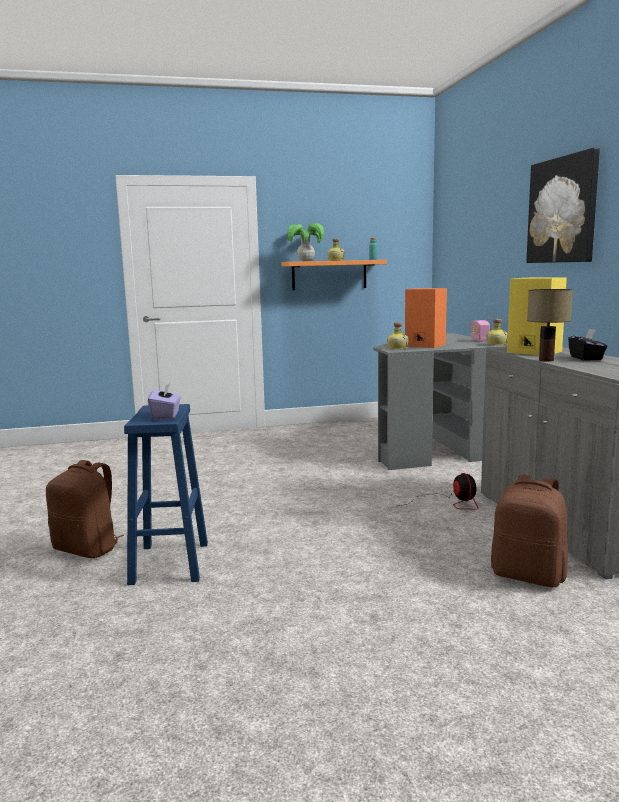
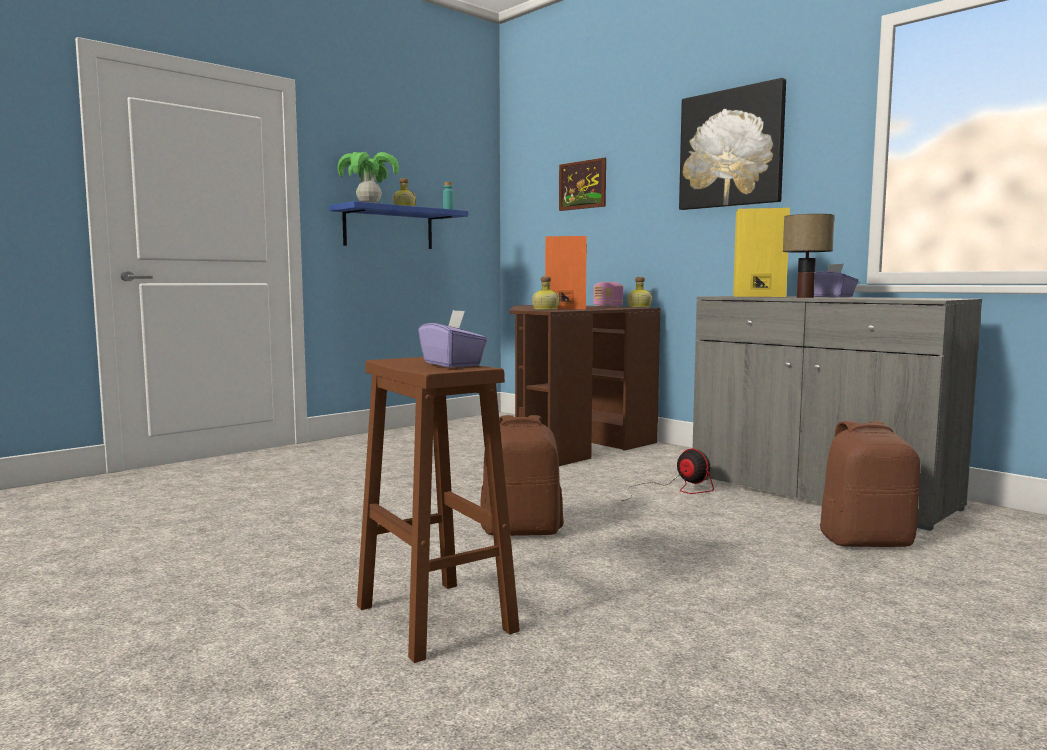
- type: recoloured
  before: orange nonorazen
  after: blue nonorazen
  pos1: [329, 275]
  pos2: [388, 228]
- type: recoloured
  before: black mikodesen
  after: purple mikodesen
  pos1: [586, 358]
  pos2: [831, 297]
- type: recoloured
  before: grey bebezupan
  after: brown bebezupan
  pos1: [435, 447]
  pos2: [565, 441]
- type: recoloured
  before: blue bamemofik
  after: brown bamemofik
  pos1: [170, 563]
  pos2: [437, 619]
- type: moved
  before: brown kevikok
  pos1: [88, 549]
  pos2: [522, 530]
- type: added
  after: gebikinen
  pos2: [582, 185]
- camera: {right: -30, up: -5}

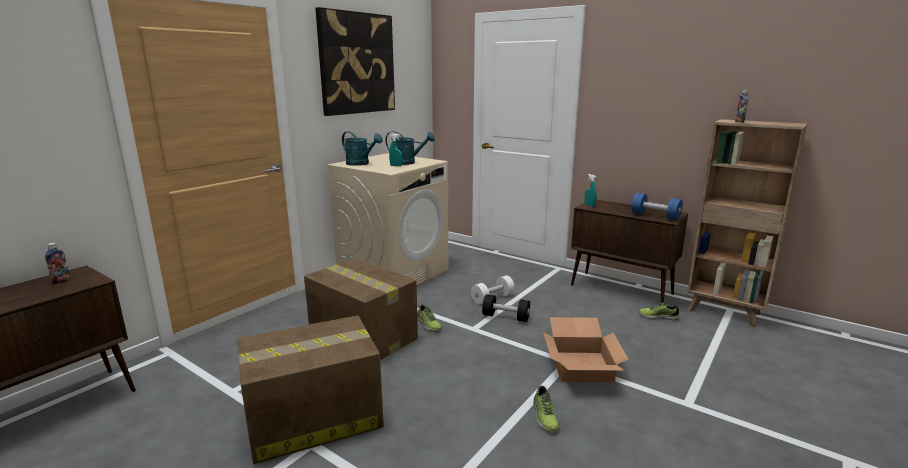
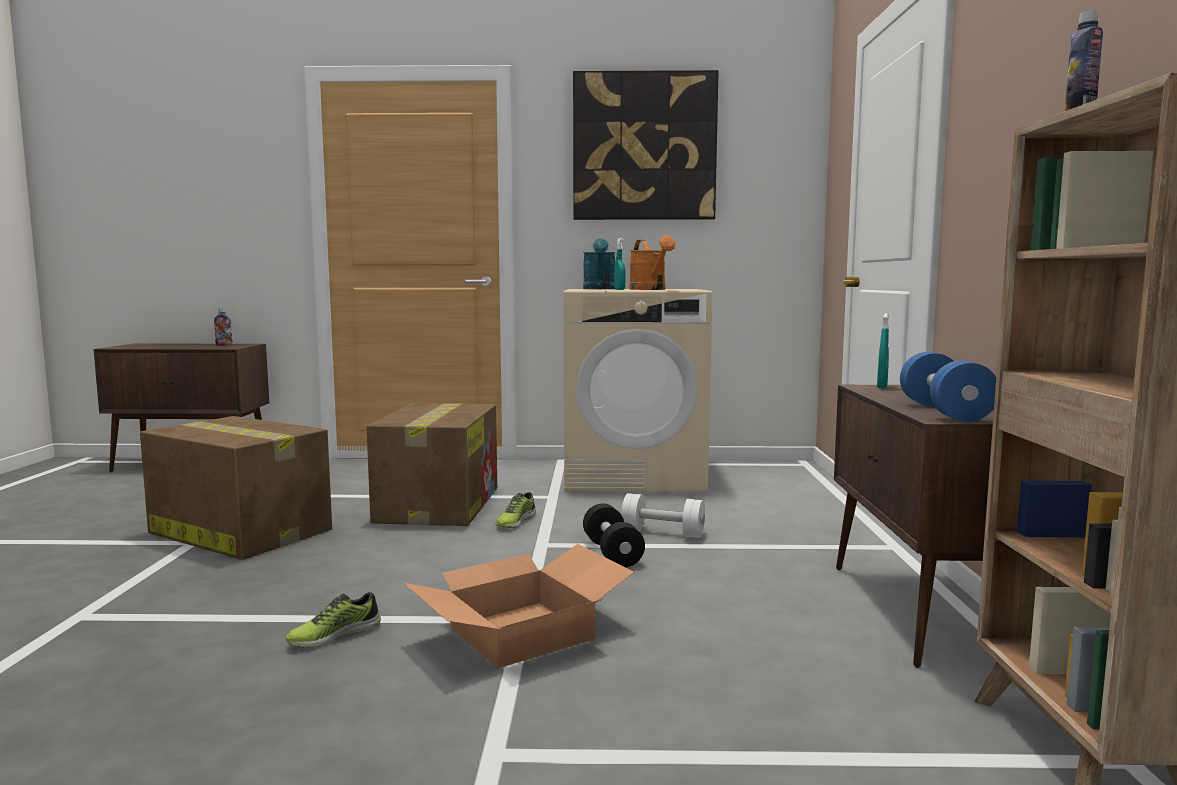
- type: recoloured
  before: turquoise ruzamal
  after: orange ruzamal
  pos1: [408, 163]
  pos2: [650, 289]
- type: removed
  before: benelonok
  pos1: [658, 316]
- camera: {right: 55, up: -10}

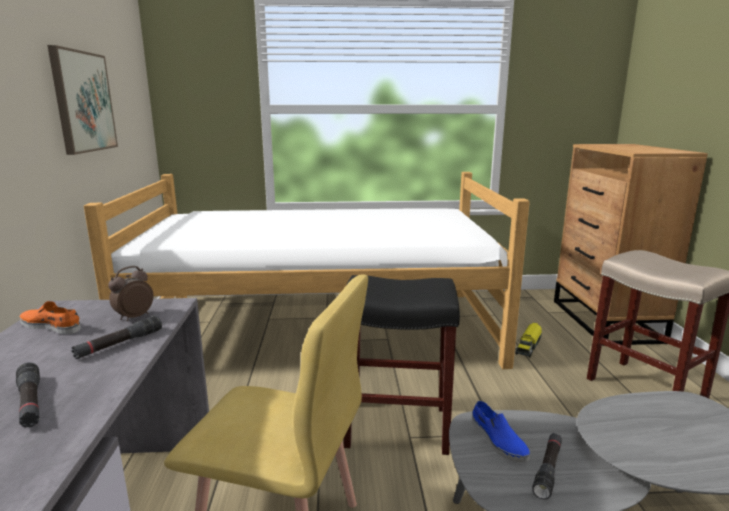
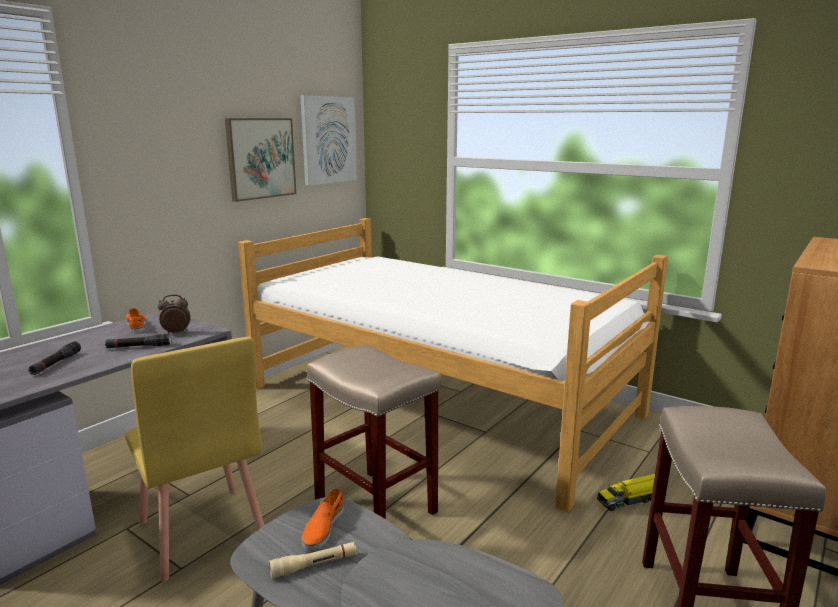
- type: recoloured
  before: black bamemofik
  after: beige bamemofik
  pos1: [398, 426]
  pos2: [377, 507]
- type: recoloured
  before: blue benelonok
  after: orange benelonok
  pos1: [498, 440]
  pos2: [323, 527]
- type: recoloured
  before: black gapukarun
  after: beige gapukarun
  pos1: [548, 469]
  pos2: [314, 565]
- type: added
  after: gebikinen
  pos2: [328, 140]
- camera: {right: 40, up: 0}

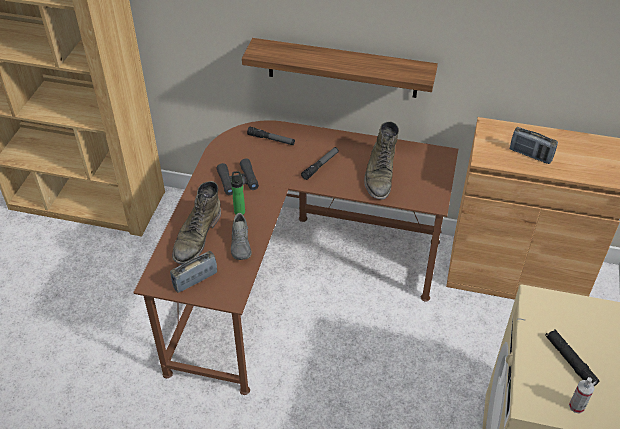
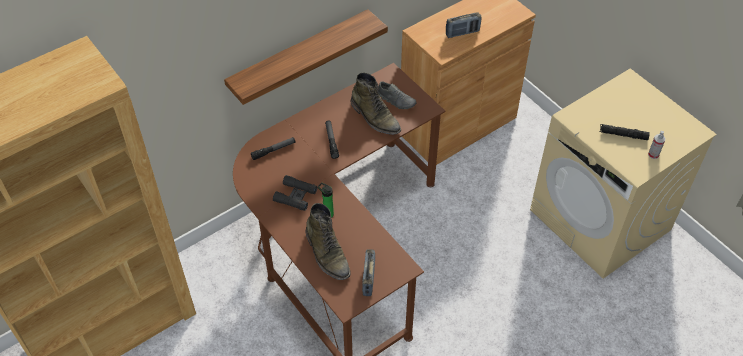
- type: moved
  before: grey benelonok
  pos1: [241, 244]
  pos2: [396, 100]
- camera: {right: -50, up: 5}

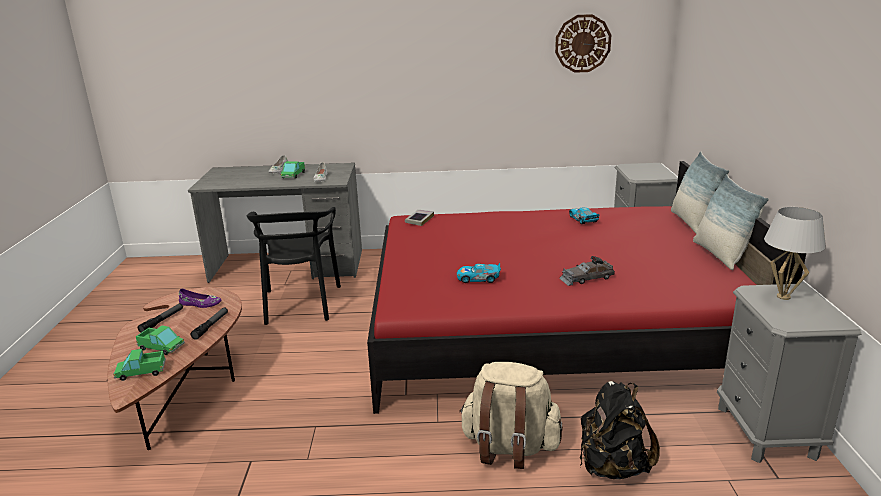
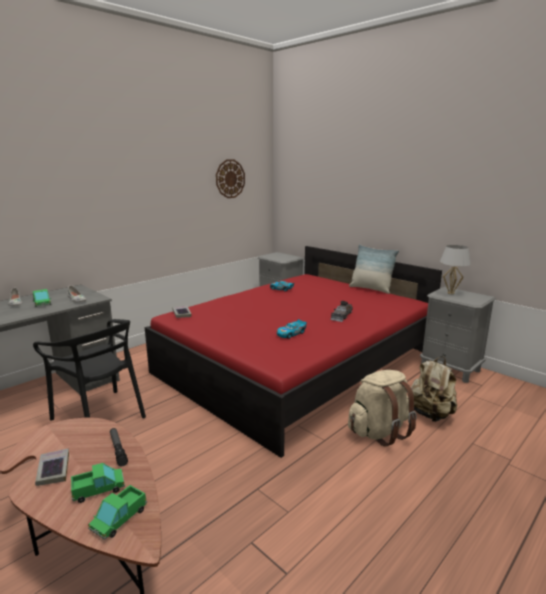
- type: removed
  before: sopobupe
  pos1: [692, 222]
- type: removed
  before: purple benelonok
  pos1: [200, 304]
- type: replaced
  before: gapukarun
  after: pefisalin
  pos1: [162, 321]
  pos2: [53, 470]
- type: recoloured
  before: black kevikok
  after: beige kevikok
  pos1: [612, 467]
  pos2: [431, 414]
- camera: {right: -45, up: -5}

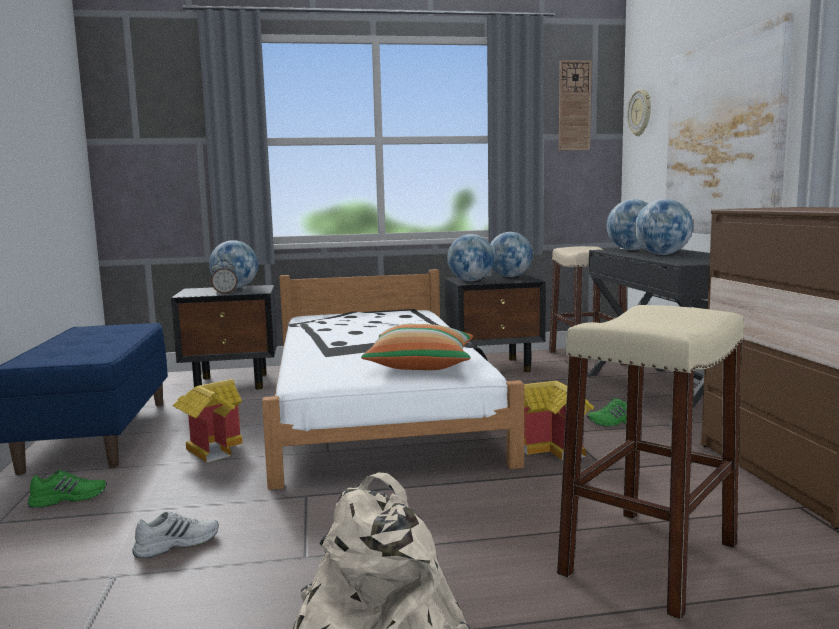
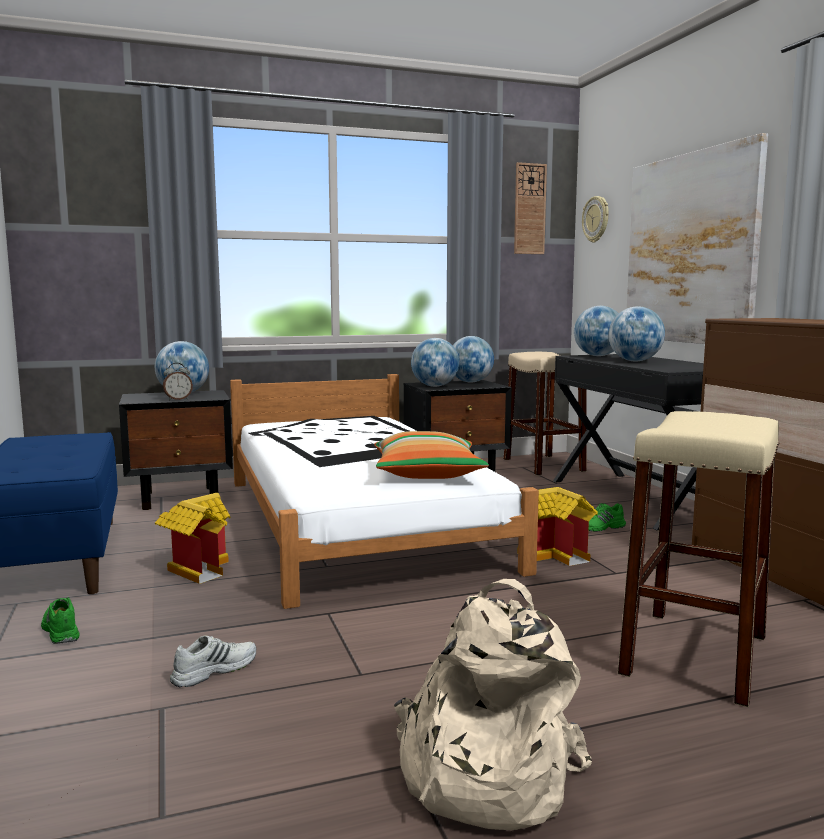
- type: turned
  before: green benelonok
  pos1: [68, 498]
  pos2: [60, 629]
  turn: -90
- camera: {right: -10, up: 0}

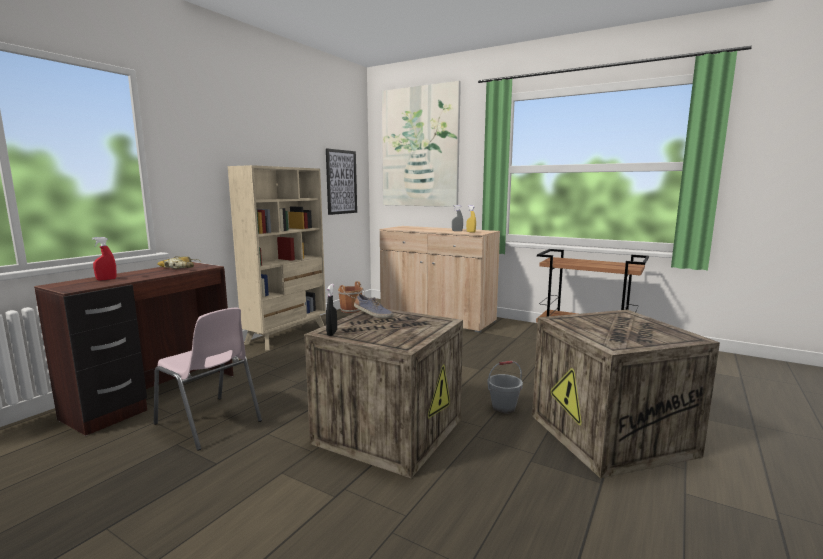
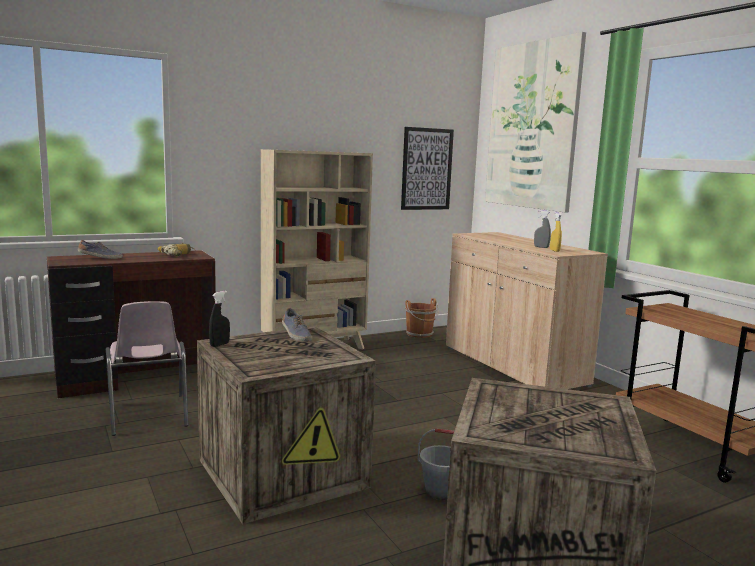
- type: replaced
  before: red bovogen
  after: benelonok
  pos1: [106, 279]
  pos2: [100, 258]
- camera: {right: 30, up: 0}

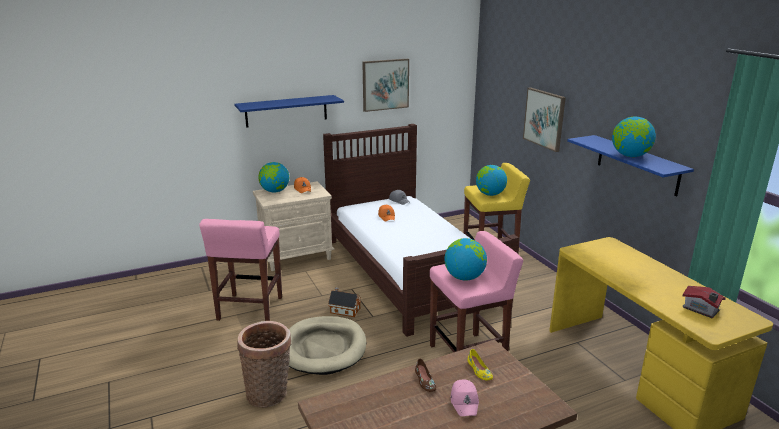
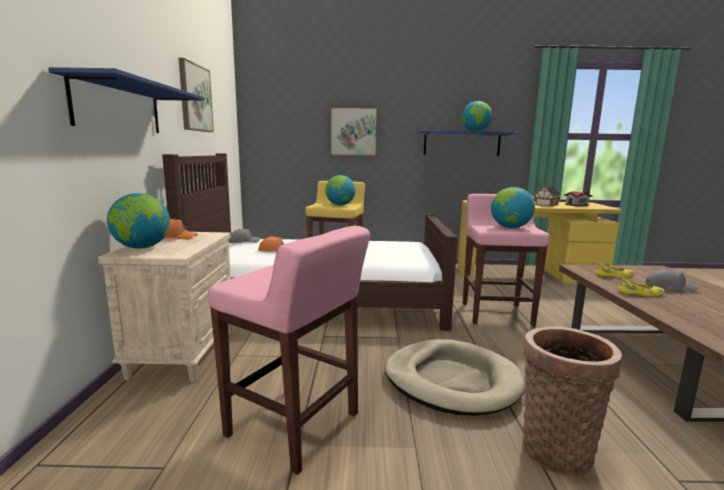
- type: moved
  before: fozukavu
  pos1: [344, 310]
  pos2: [546, 204]
- type: recoloured
  before: brown benelonok
  after: yellow benelonok
  pos1: [424, 381]
  pos2: [640, 293]
- type: recoloured
  before: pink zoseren
  after: grey zoseren
  pos1: [465, 402]
  pos2: [669, 287]
- camera: {right: -65, up: -10}

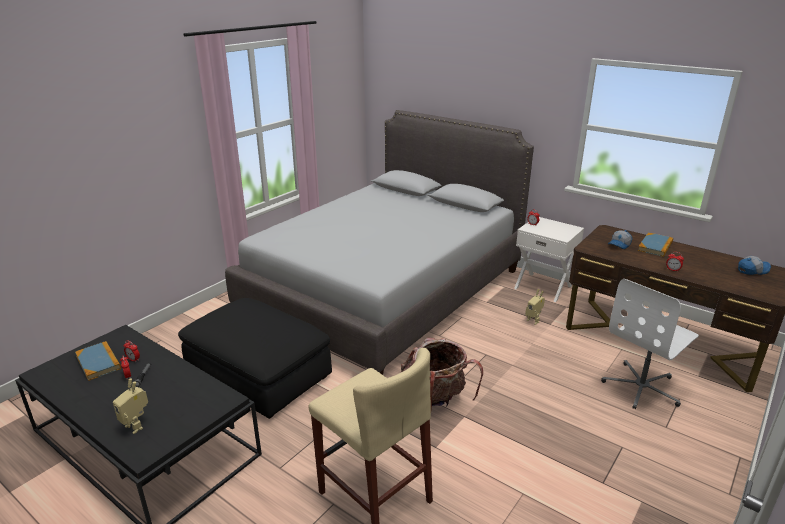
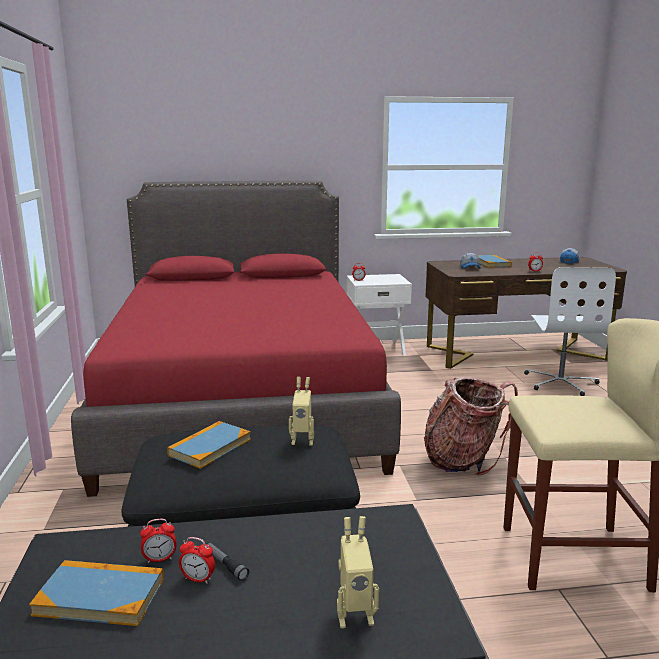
- type: recoloured
  before: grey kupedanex
  after: red kupedanex
  pos1: [386, 291]
  pos2: [243, 400]
- type: moved
  before: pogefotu
  pos1: [534, 320]
  pos2: [302, 440]
- type: added
  after: pefisalin
  pos2: [210, 447]
- camera: {right: -45, up: -10}

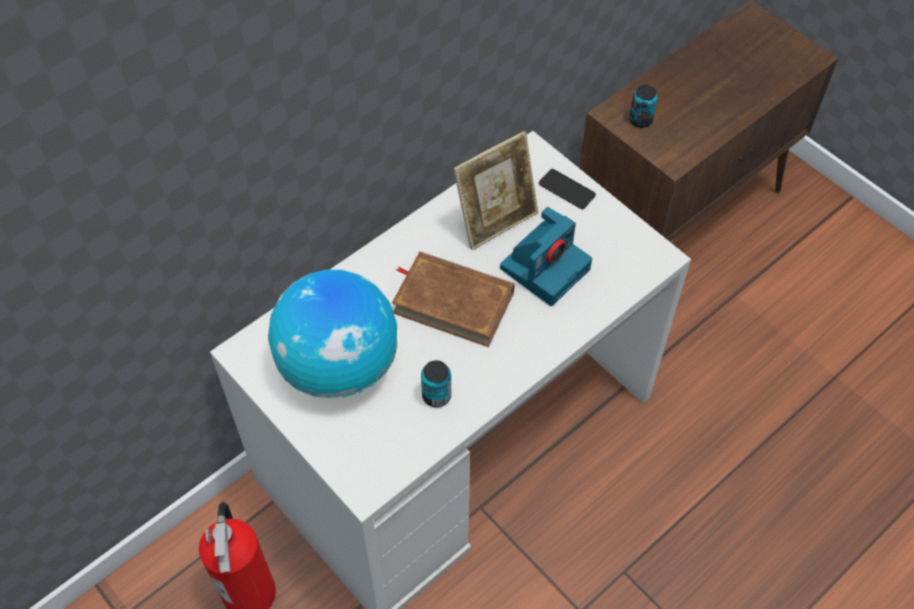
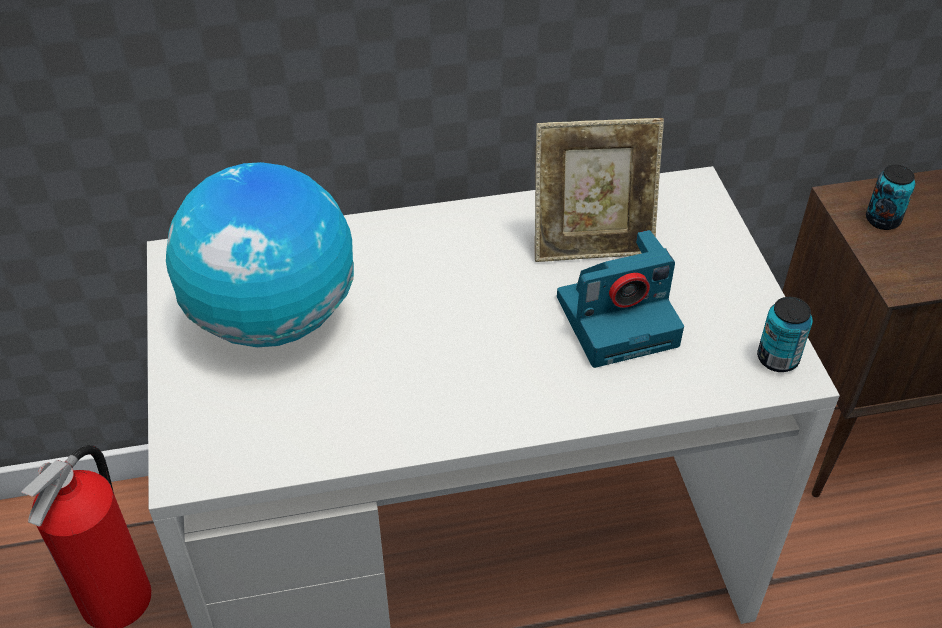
- type: removed
  before: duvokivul
  pos1: [567, 189]
- type: removed
  before: brown pefisalin
  pos1: [453, 302]
- type: moved
  before: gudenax
  pos1: [436, 396]
  pos2: [777, 359]
- camera: {right: 30, up: -10}

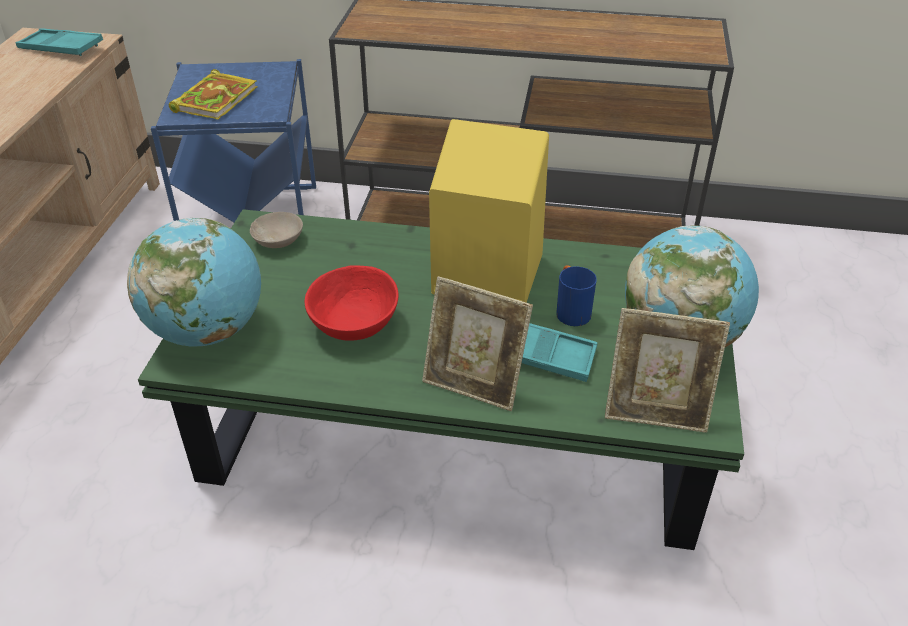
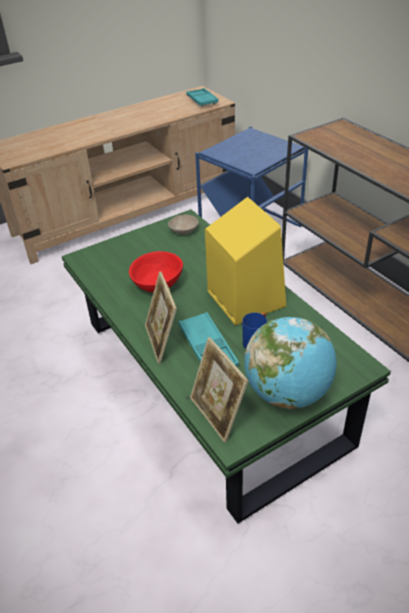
- type: removed
  before: pefisalin
  pos1: [216, 99]
- type: removed
  before: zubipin
  pos1: [208, 331]
- camera: {right: 50, up: 0}

